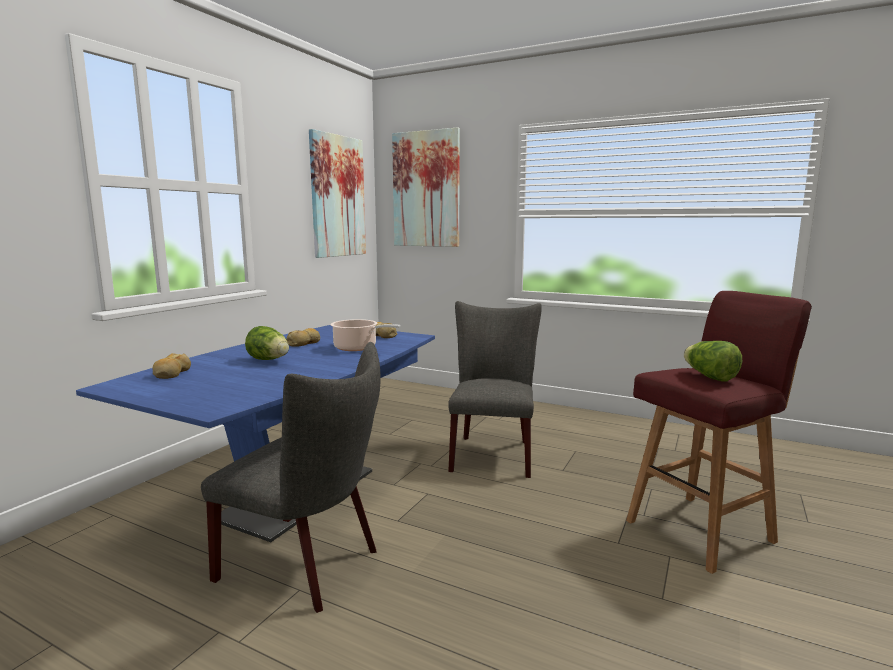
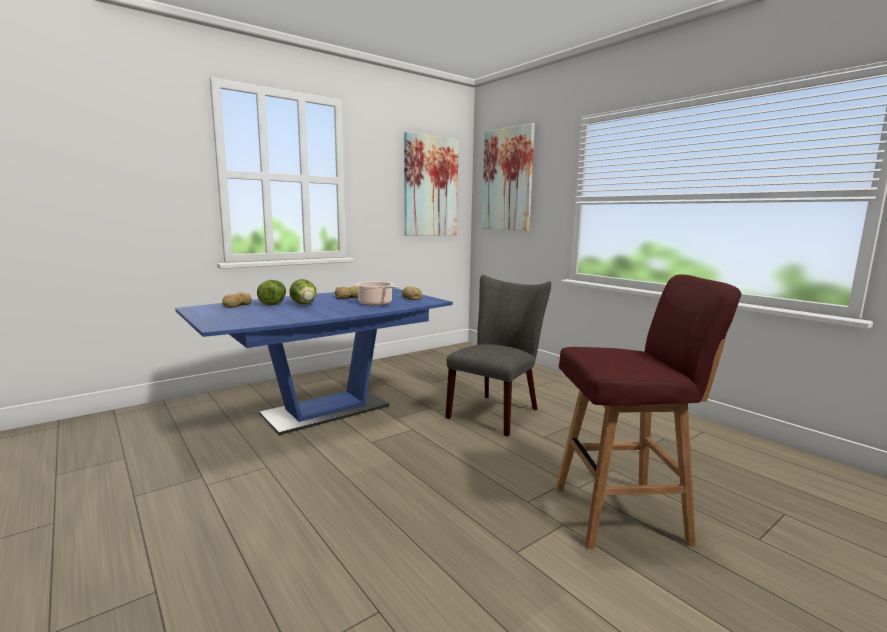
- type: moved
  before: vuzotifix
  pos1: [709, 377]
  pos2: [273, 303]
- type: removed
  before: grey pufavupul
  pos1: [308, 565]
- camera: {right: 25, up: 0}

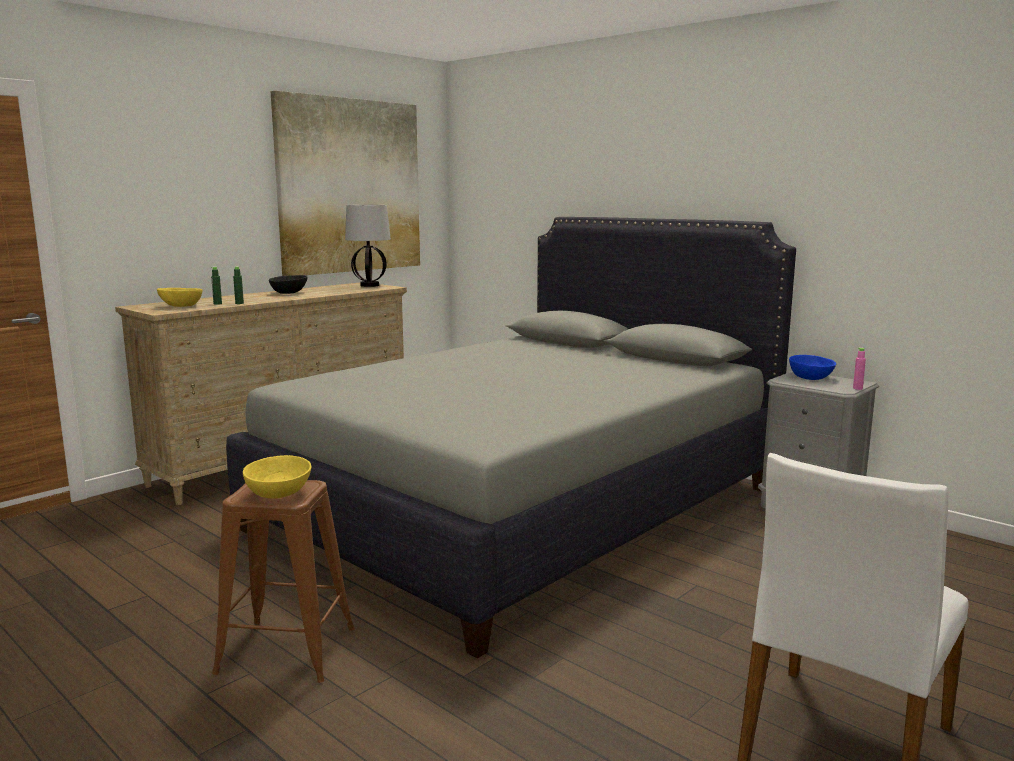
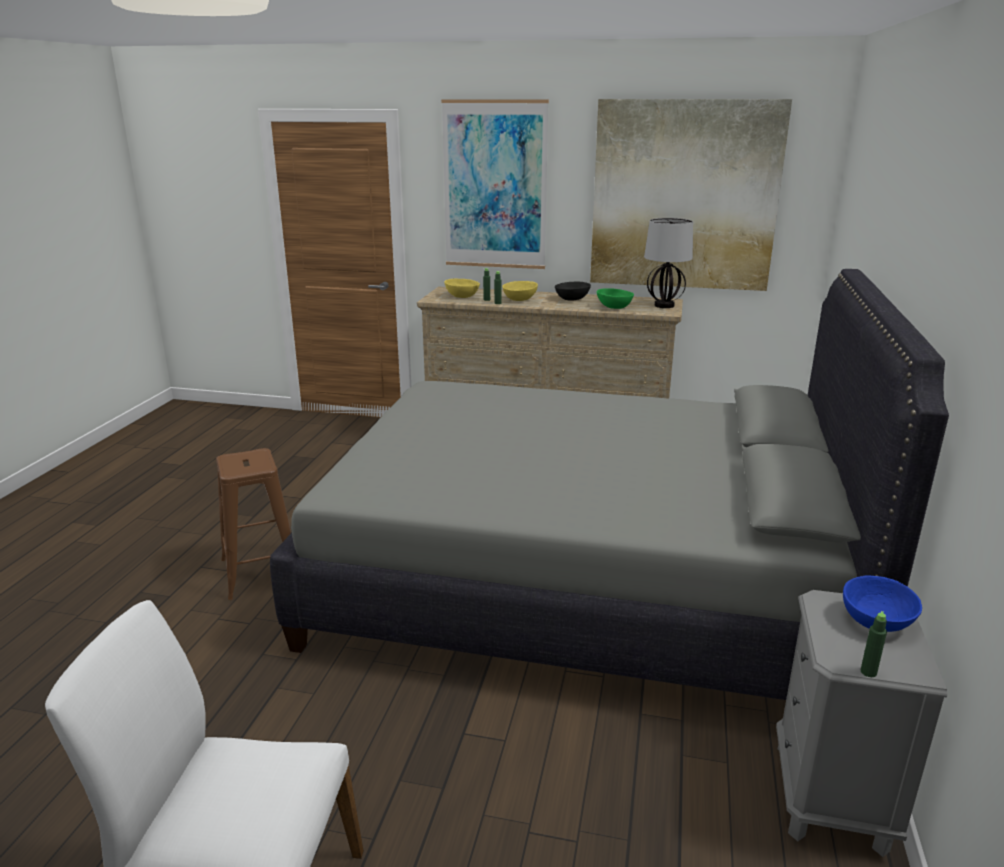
- type: recoloured
  before: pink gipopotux
  after: green gipopotux
  pos1: [857, 388]
  pos2: [868, 672]
- type: moved
  before: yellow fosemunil
  pos1: [278, 493]
  pos2: [520, 299]
- type: added
  after: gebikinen
  pos2: [495, 186]
- type: added
  after: green fosemunil
  pos2: [614, 307]
- camera: {right: 60, up: 10}

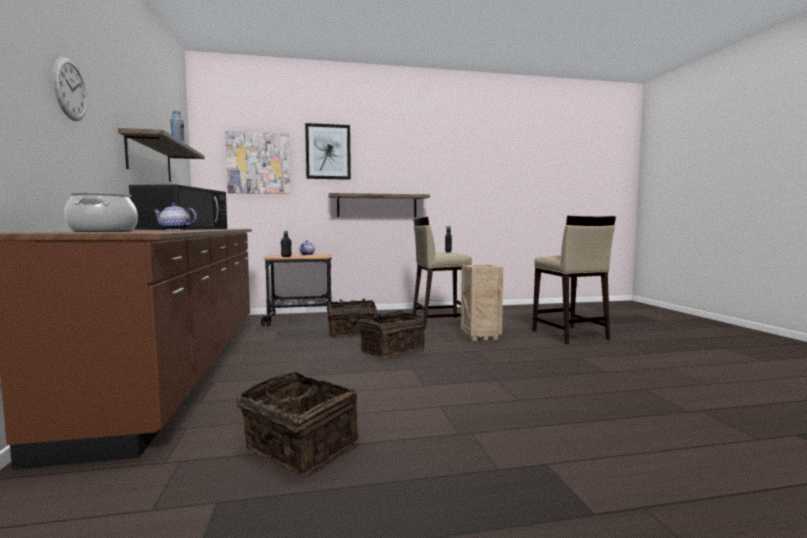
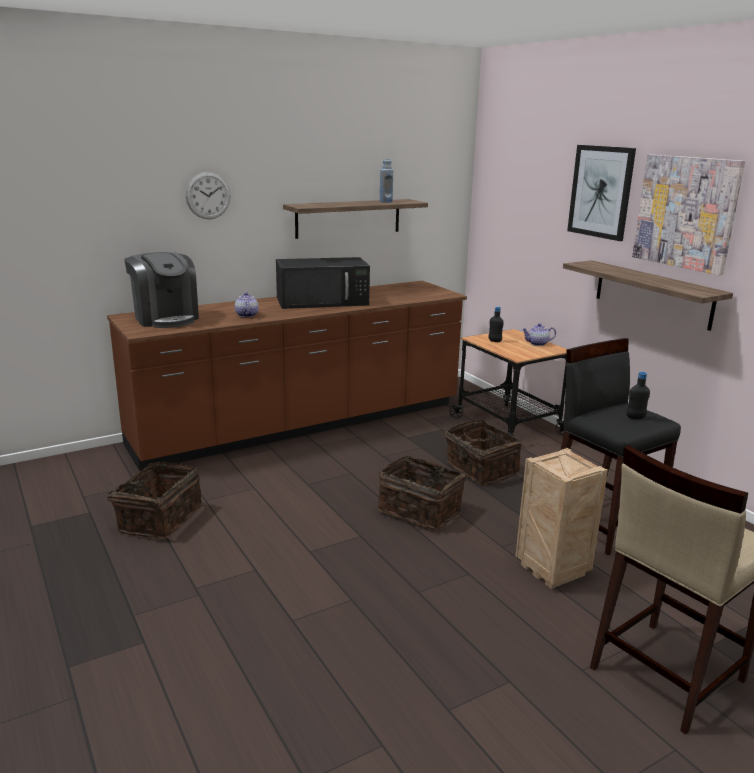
- type: moved
  before: gebikinen
  pos1: [258, 163]
  pos2: [686, 212]
- type: replaced
  before: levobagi
  after: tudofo
  pos1: [103, 231]
  pos2: [165, 318]
- type: recoloured
  before: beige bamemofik
  after: black bamemofik
  pos1: [439, 323]
  pos2: [602, 523]
- camera: {right: 70, up: 15}

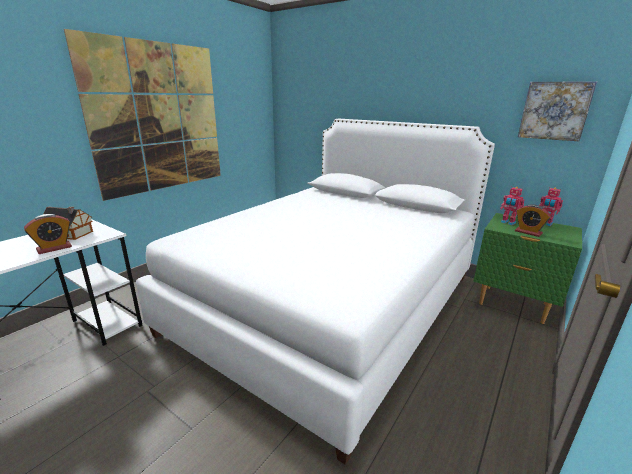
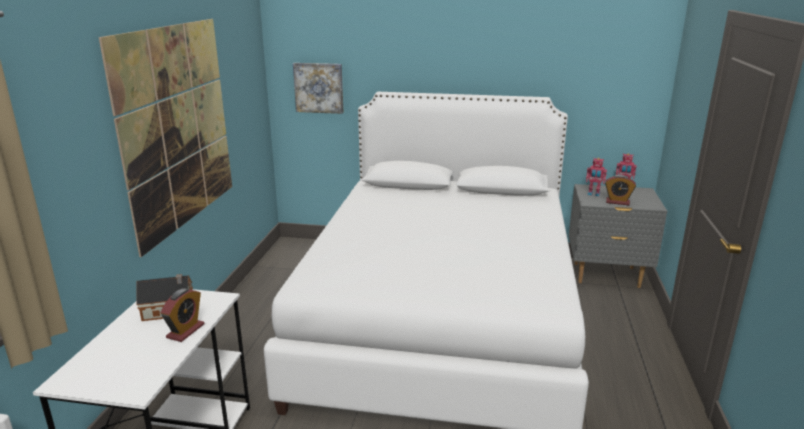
- type: moved
  before: gebikinen
  pos1: [554, 111]
  pos2: [319, 87]
- type: recoloured
  before: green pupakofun
  after: grey pupakofun
  pos1: [513, 304]
  pos2: [606, 275]
- camera: {right: -25, up: 0}

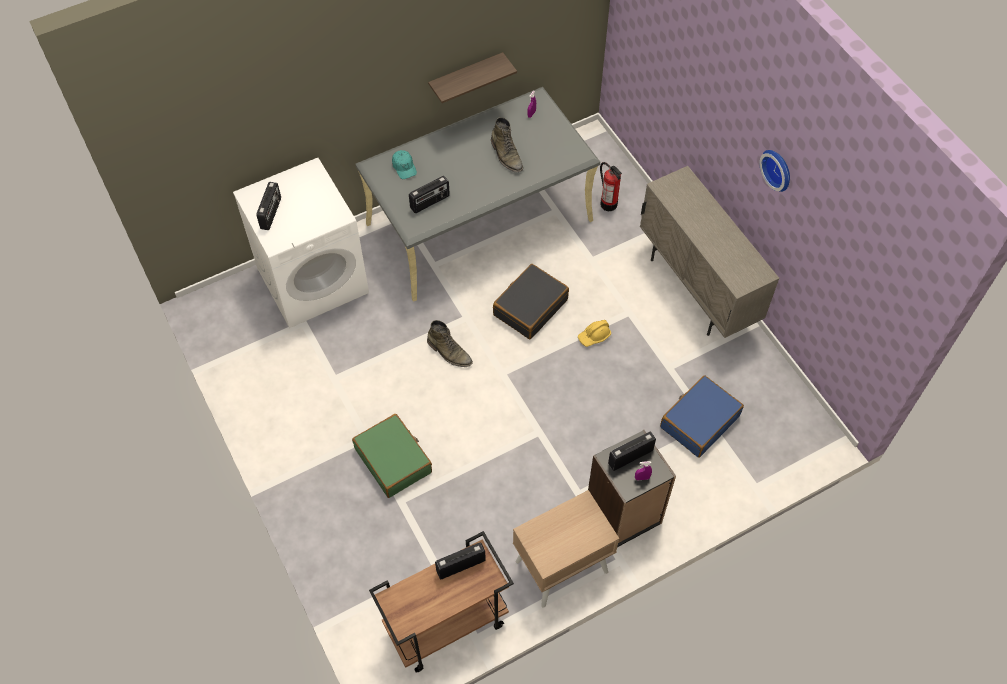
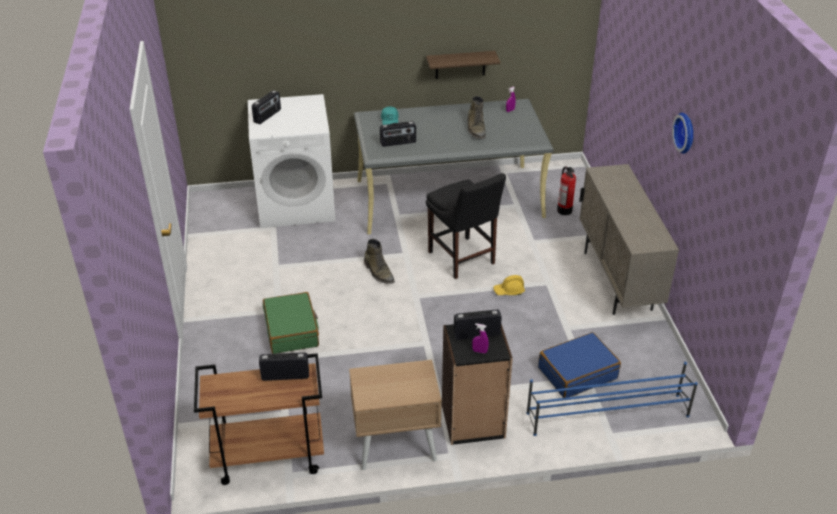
- type: replaced
  before: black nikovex
  after: black pufavupul
  pos1: [530, 307]
  pos2: [463, 259]
- type: added
  after: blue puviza
  pos2: [606, 414]
- camera: {right: 20, up: -20}

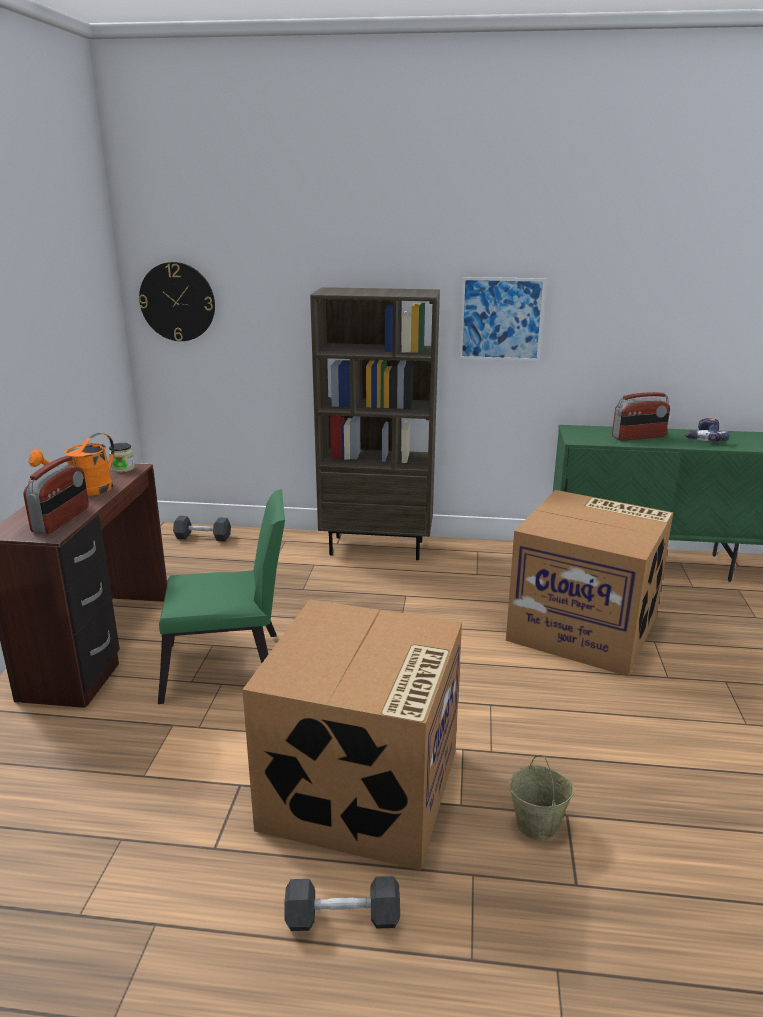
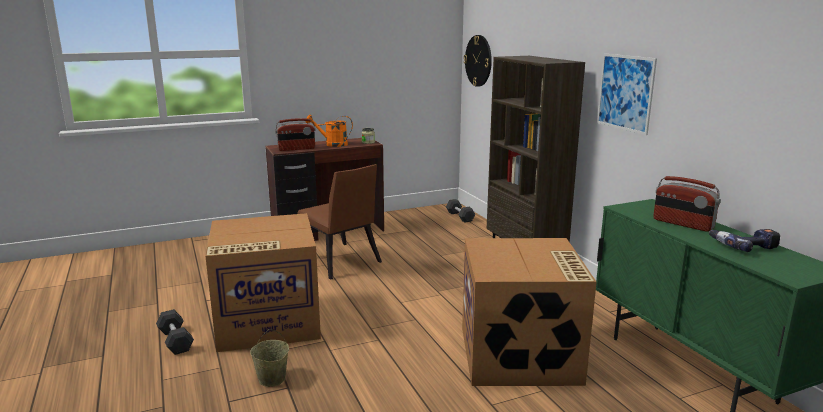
- type: recoloured
  before: green pufavupul
  after: brown pufavupul
  pos1: [231, 668]
  pos2: [340, 262]
- camera: {right: 60, up: -5}

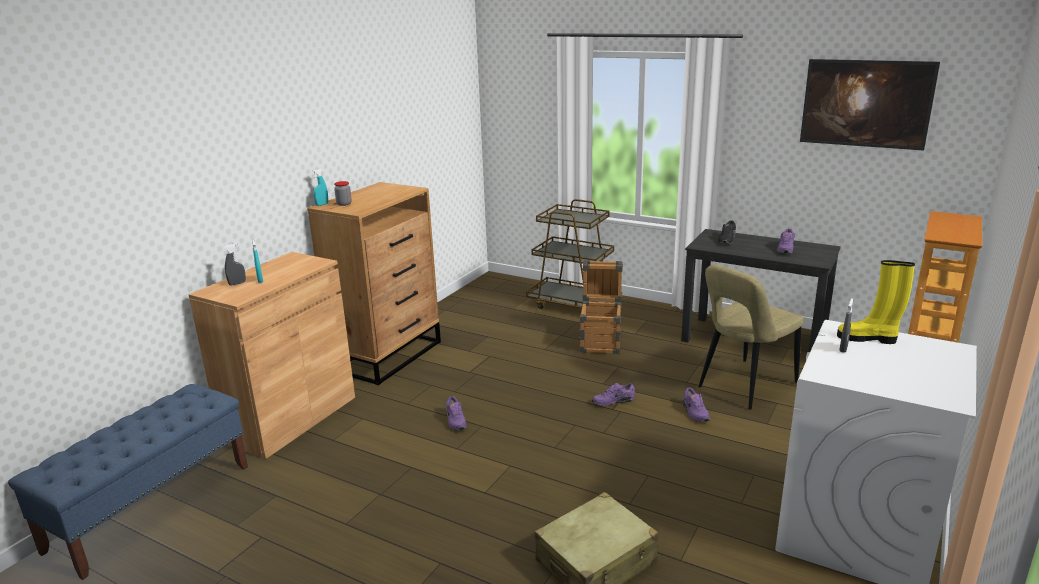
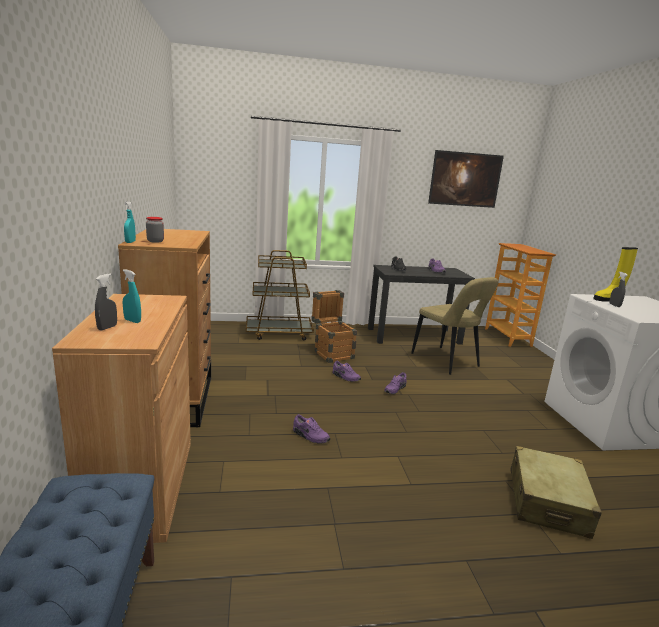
- type: turned
  before: beige pufavupul
  pos1: [744, 386]
  pos2: [447, 361]
  turn: -45
- type: moved
  before: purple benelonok
  pos1: [694, 413]
  pos2: [345, 377]
- camera: {right: -40, up: -5}

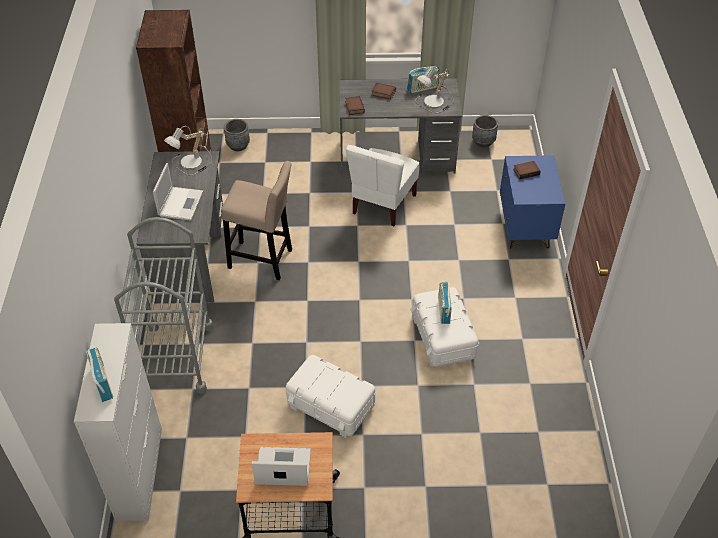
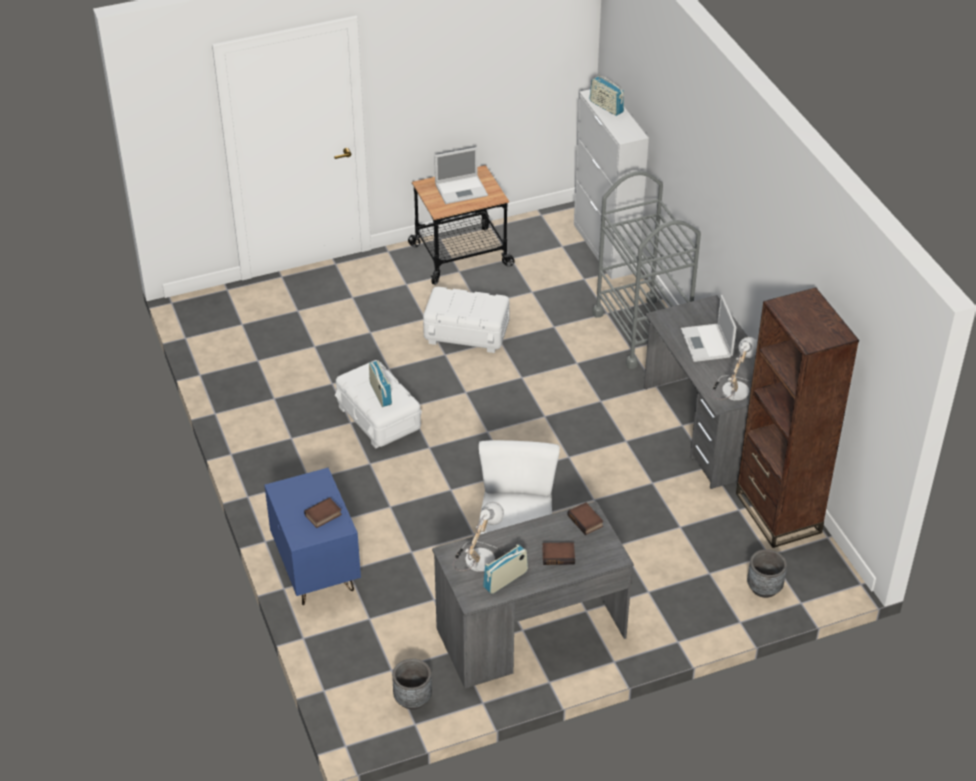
- type: removed
  before: beige bamemofik
  pos1: [263, 260]
- camera: {right: 160, up: -5}

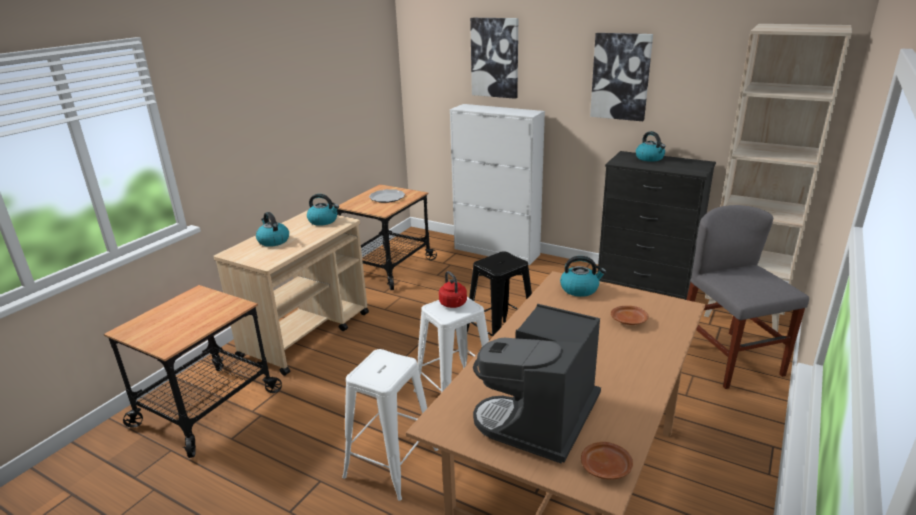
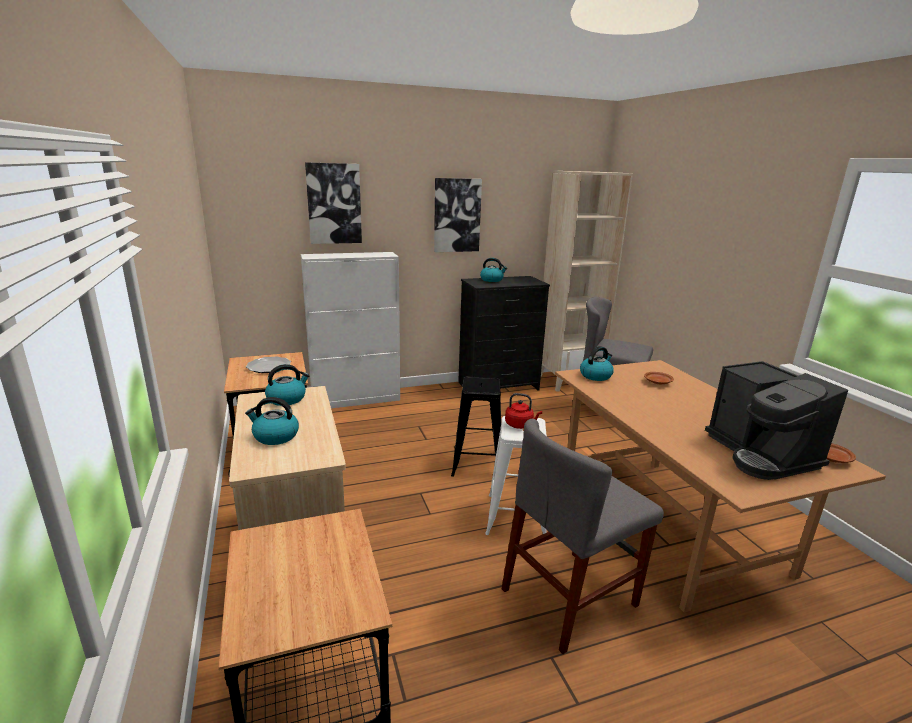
- type: replaced
  before: white bamemofik
  after: grey pufavupul
  pos1: [391, 463]
  pos2: [569, 597]
- camera: {right: -50, up: -5}

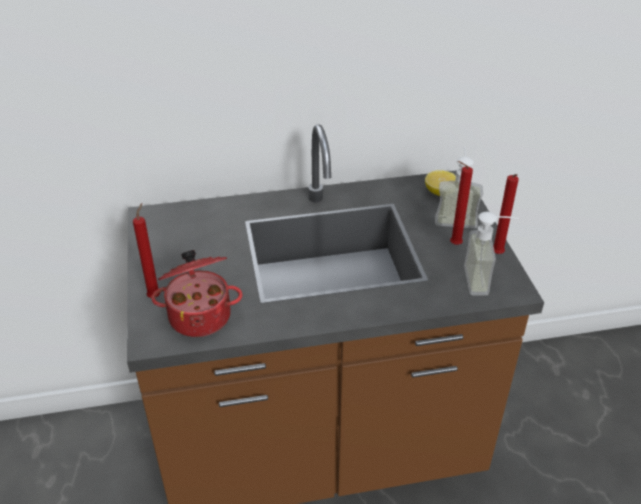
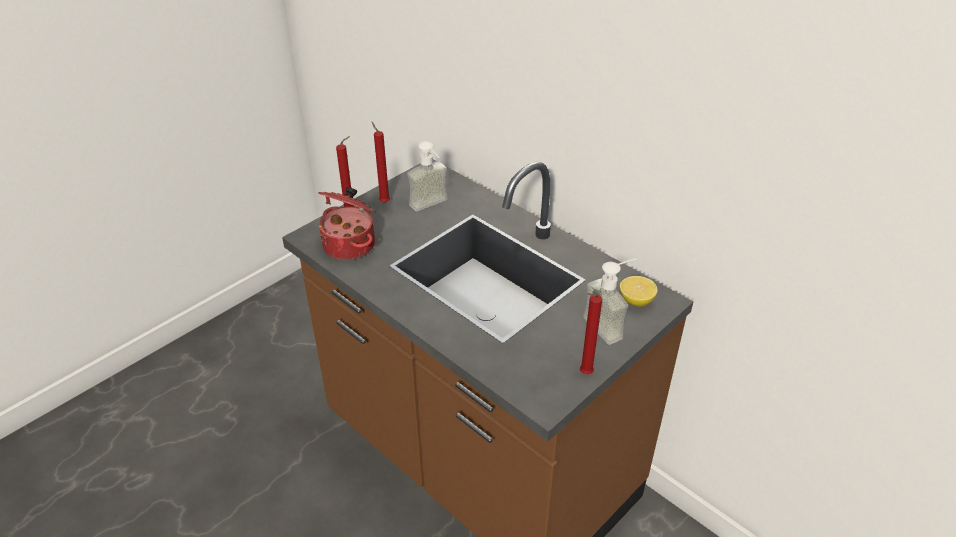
- type: moved
  before: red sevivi
  pos1: [453, 244]
  pos2: [383, 201]
- type: moved
  before: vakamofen
  pos1: [485, 280]
  pos2: [432, 206]
- camera: {right: 55, up: 0}

